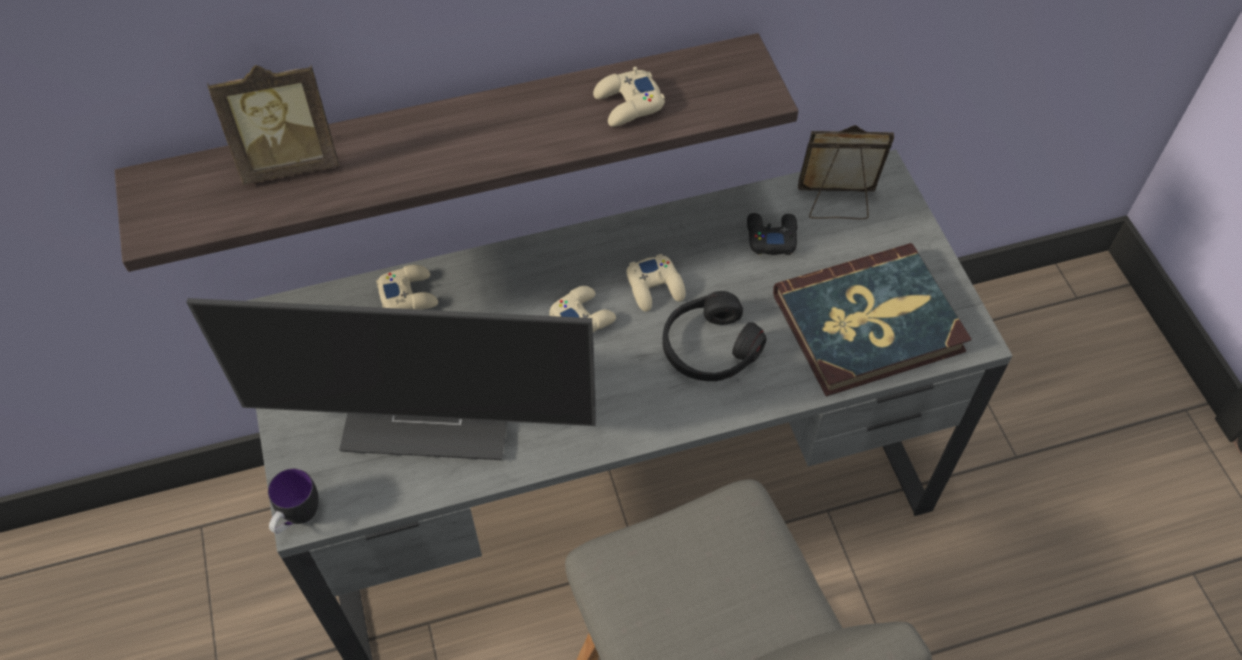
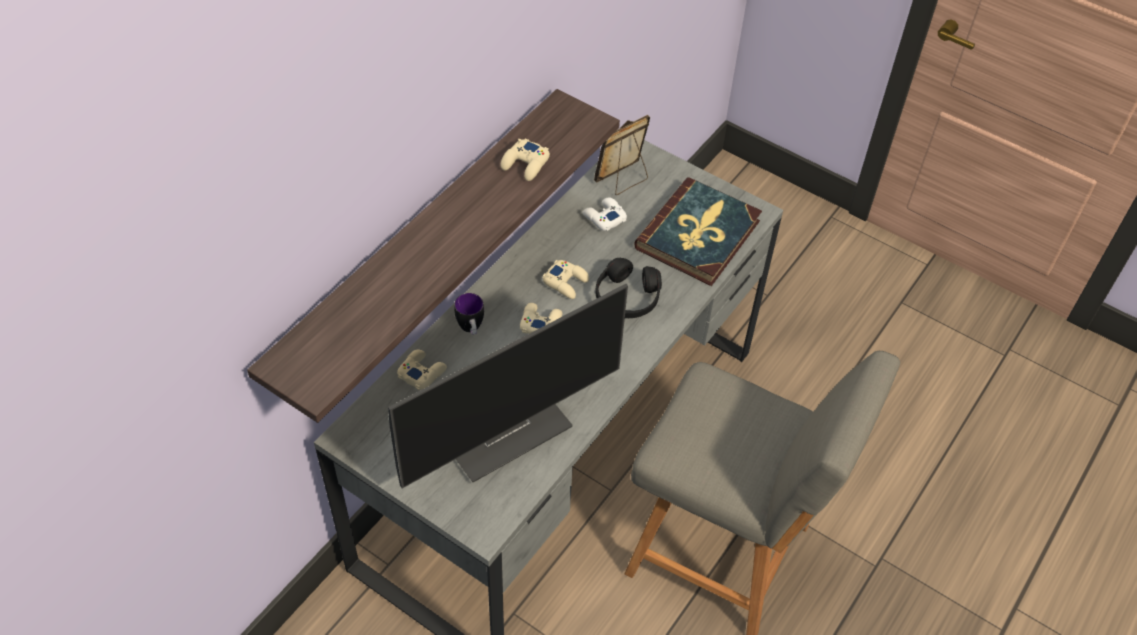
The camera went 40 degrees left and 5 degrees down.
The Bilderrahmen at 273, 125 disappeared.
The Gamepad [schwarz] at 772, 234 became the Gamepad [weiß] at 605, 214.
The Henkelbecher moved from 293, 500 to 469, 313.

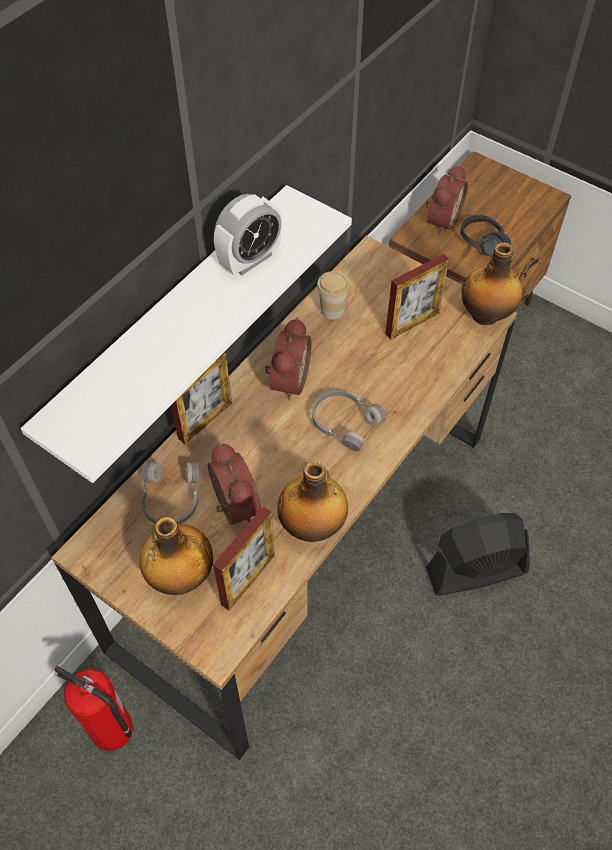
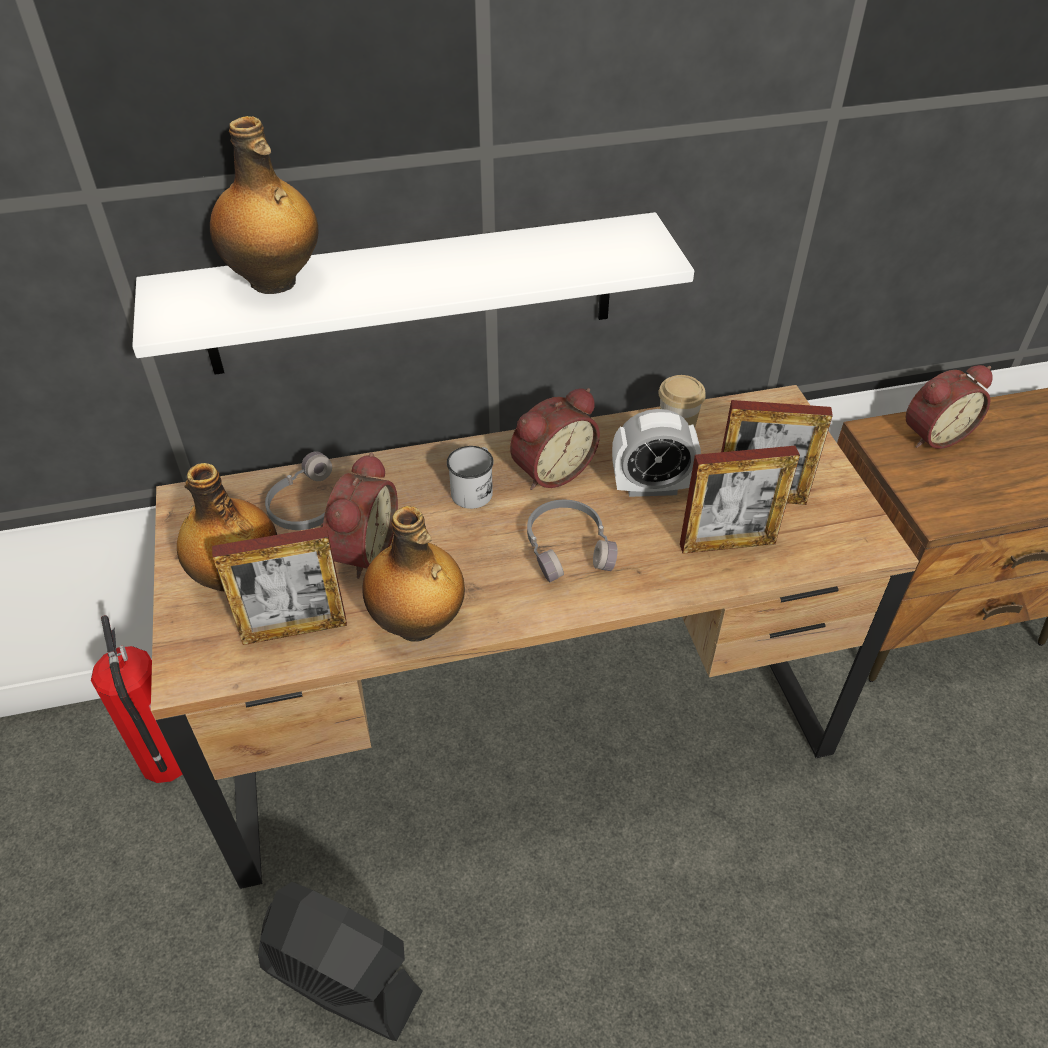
The camera went 40 degrees right and 10 degrees down.
The Wecker moved from 248, 234 to 656, 453.
The Kopfhörer [schwarz] at 485, 235 disappeared.
The Flasche moved from 492, 283 to 264, 205.
The Bilderrahmen moved from 201, 398 to 740, 500.
The Ventilator [schwarz] moved from 478, 554 to 340, 961.
The Henkelbecher [weiß] at 470, 477 appeared.

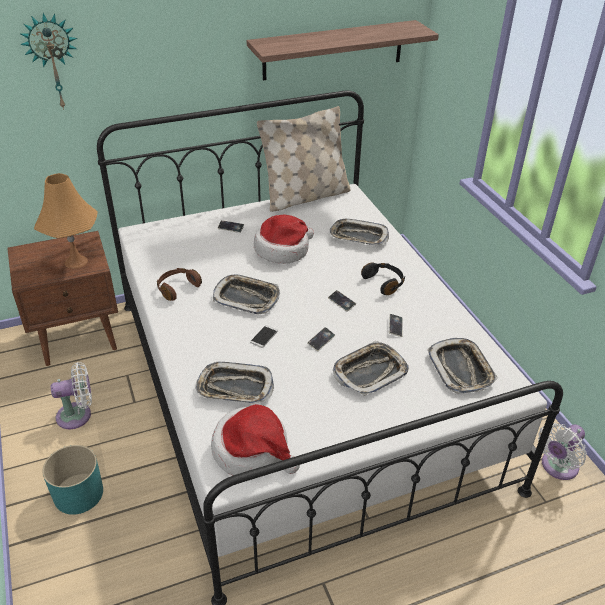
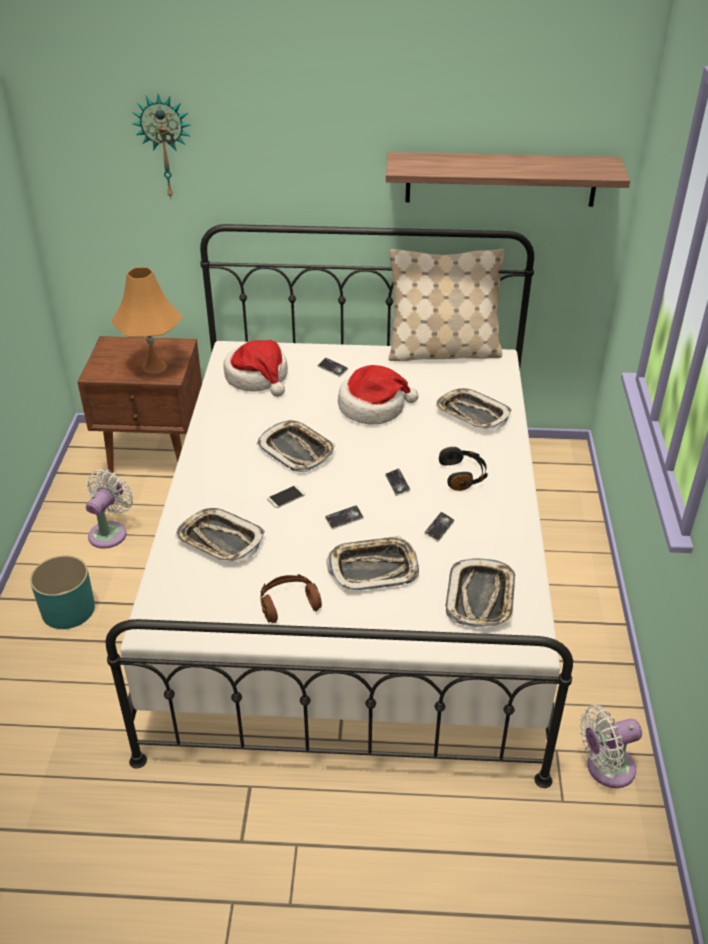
The camera went 25 degrees right and 0 degrees up.
The Kopfhörer [braun] moved from 179, 284 to 291, 598.
The Ventilator [weiß] at 71, 395 turned 75 degrees counterclockwise.
The Hut moved from 255, 439 to 255, 368.

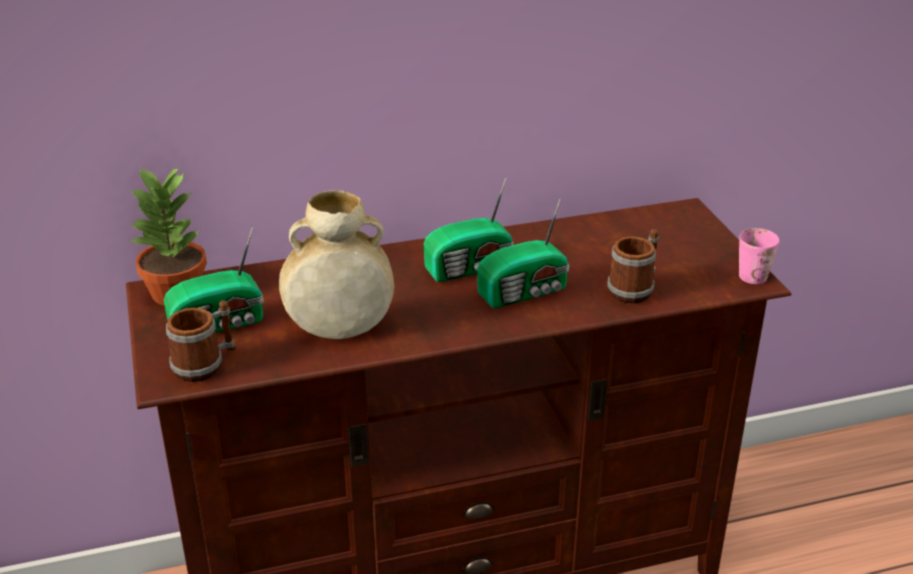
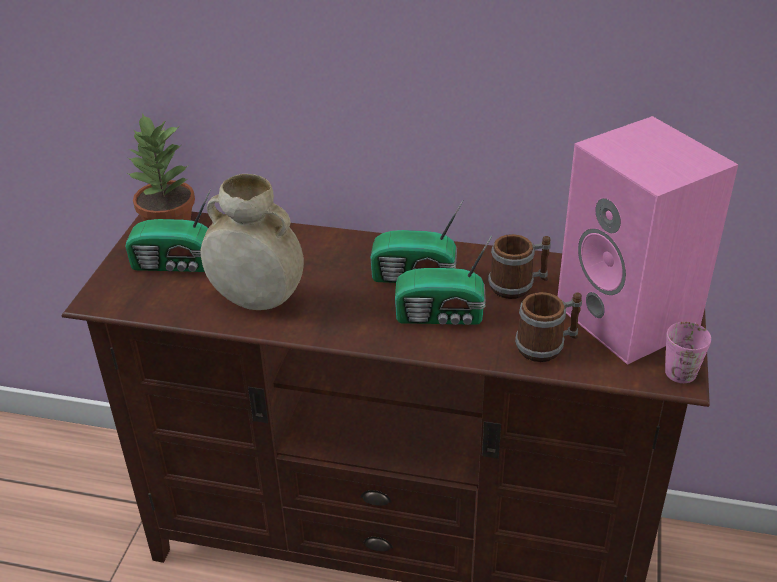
The camera went 30 degrees right and 5 degrees up.
The Henkelbecher moved from 201, 341 to 519, 266.
The Lautsprecher [rosa] at 647, 240 appeared.

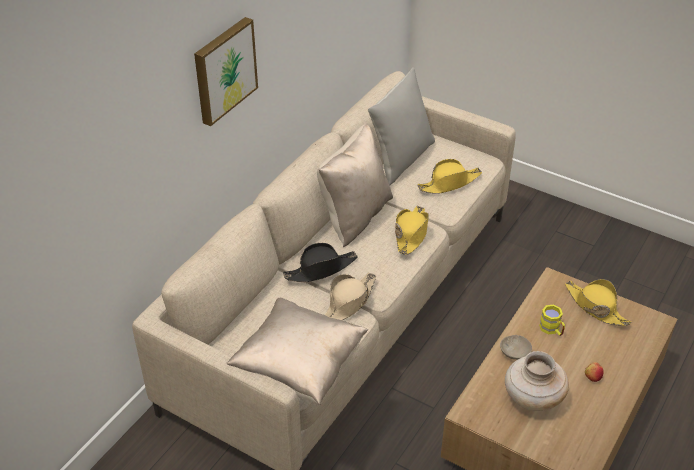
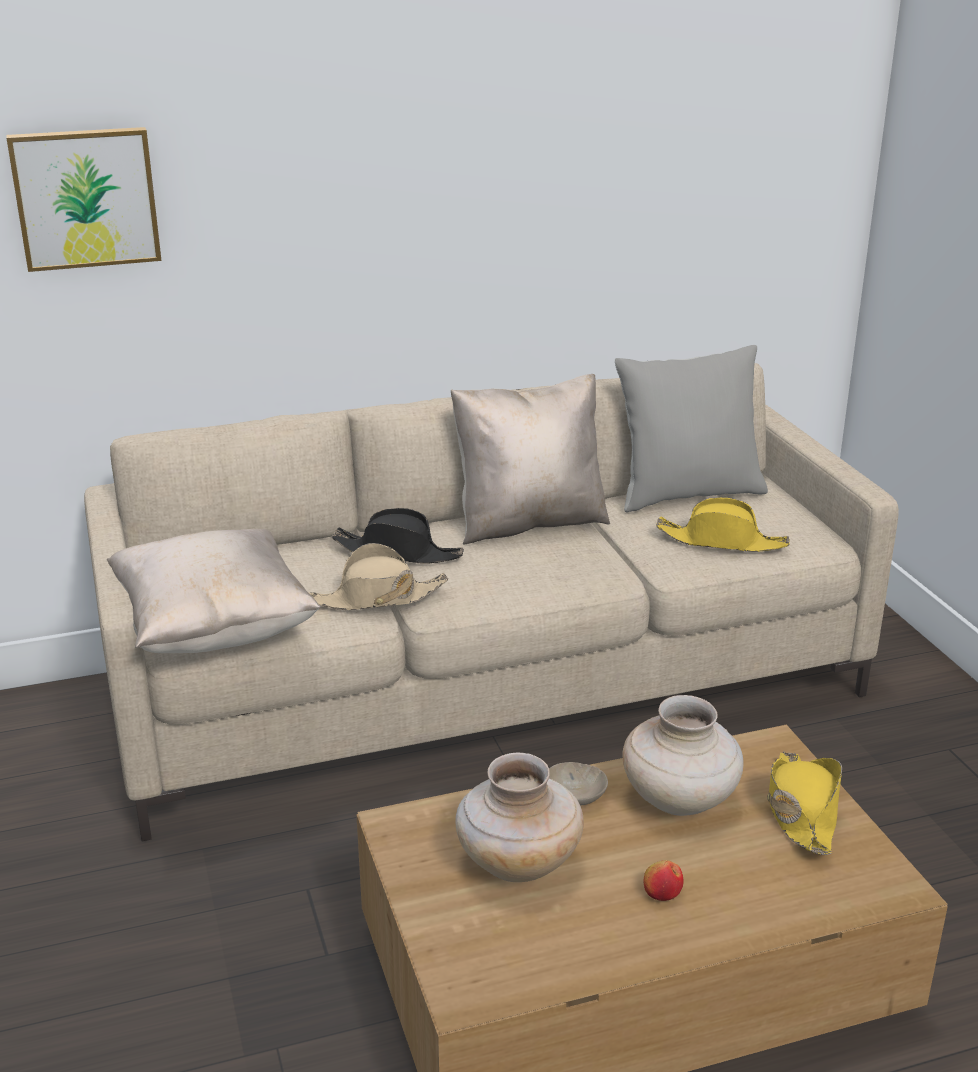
The camera went 40 degrees right and 15 degrees down.
The Bild moved from 226, 71 to 84, 199.
The Hut [gelb] at 412, 230 disappeared.
The Henkelbecher [gelb] at 552, 320 was replaced by the Vase [beige] at 683, 755.

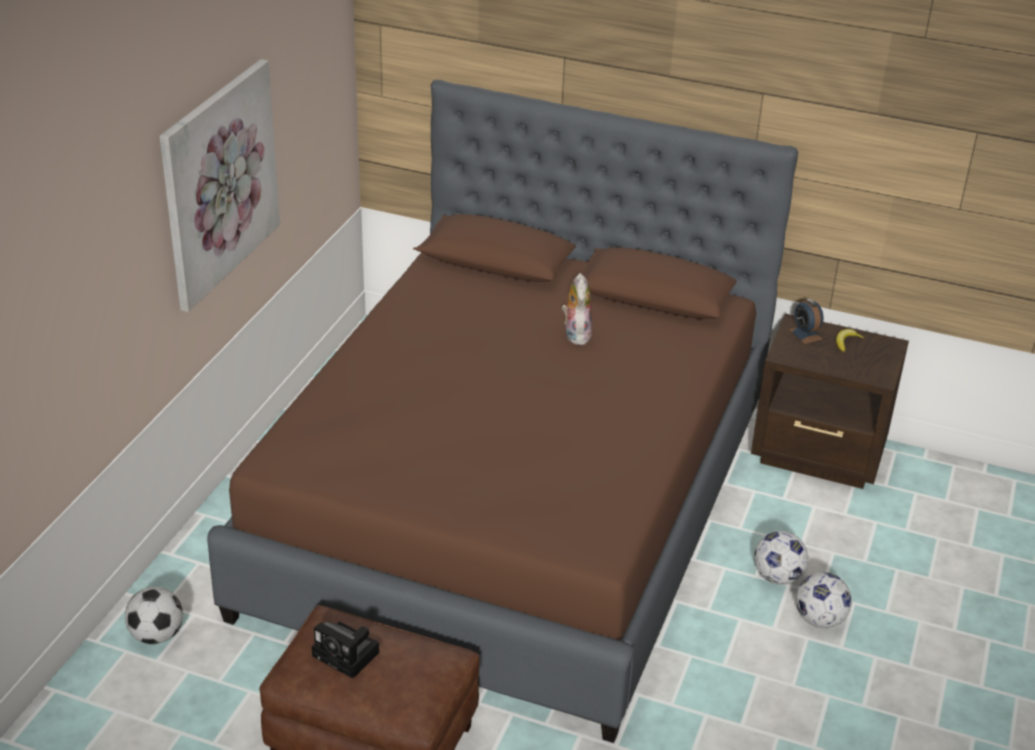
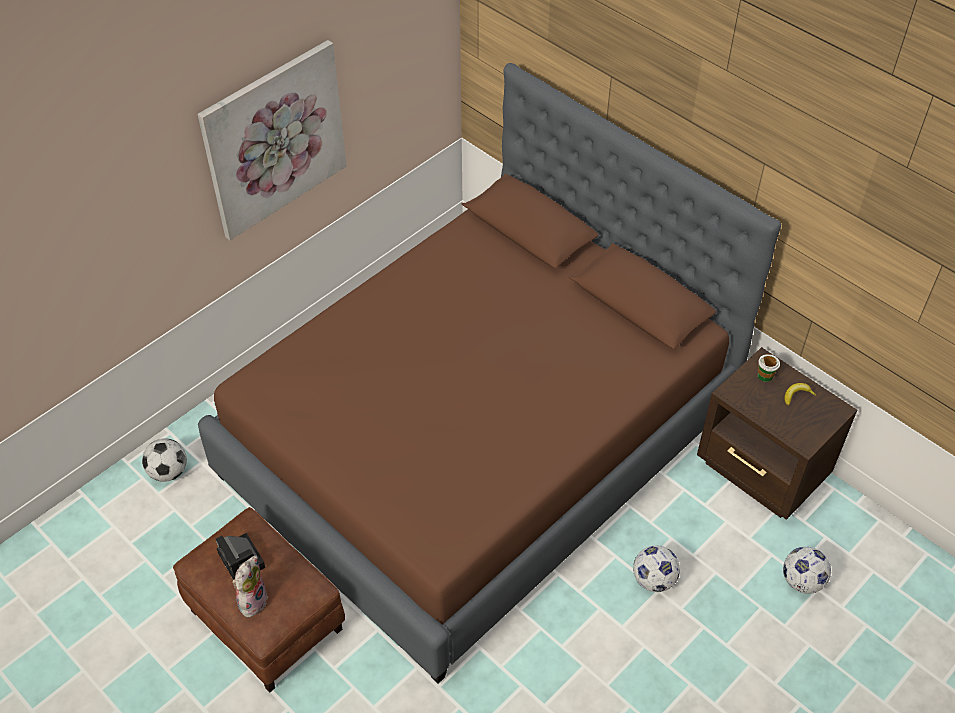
The camera went 25 degrees right and 15 degrees up.
The Plüschtier moved from 577, 309 to 250, 586.
The Wecker at 806, 321 was replaced by the Tasse at 769, 368.
The Fußball moved from 824, 600 to 807, 570.

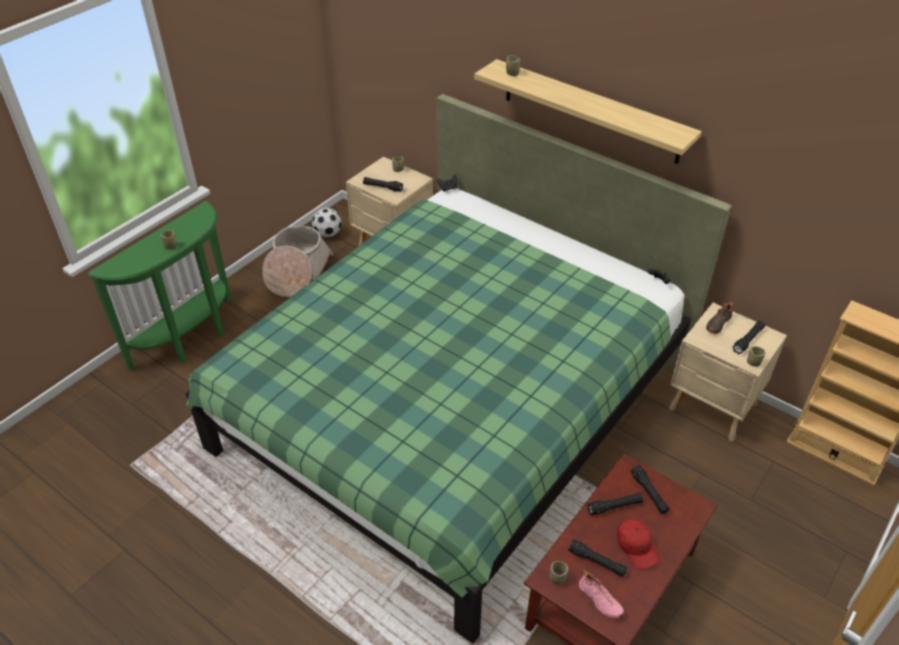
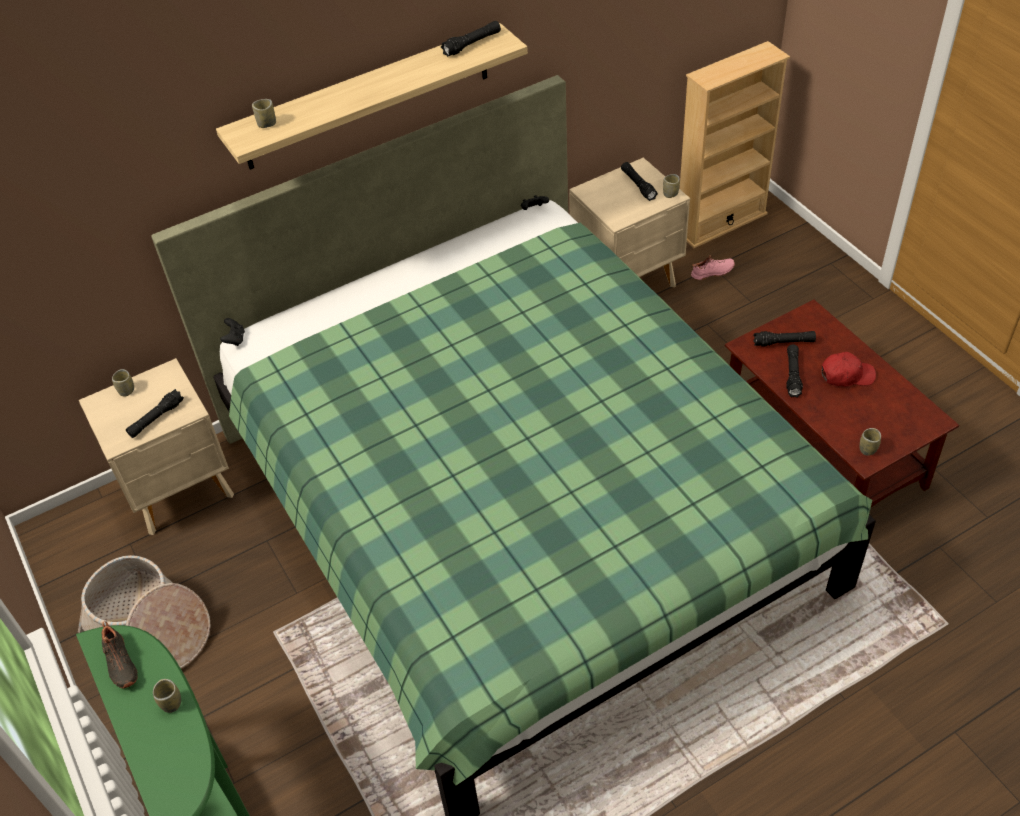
The camera went 65 degrees left and 5 degrees up.
The Fußball at 327, 222 disappeared.
The Schuh [schwarz] moved from 720, 317 to 120, 655.
The Taschenlampe [schwarz] moved from 597, 558 to 471, 39.
The Schuh [rosa] moved from 601, 594 to 713, 267.

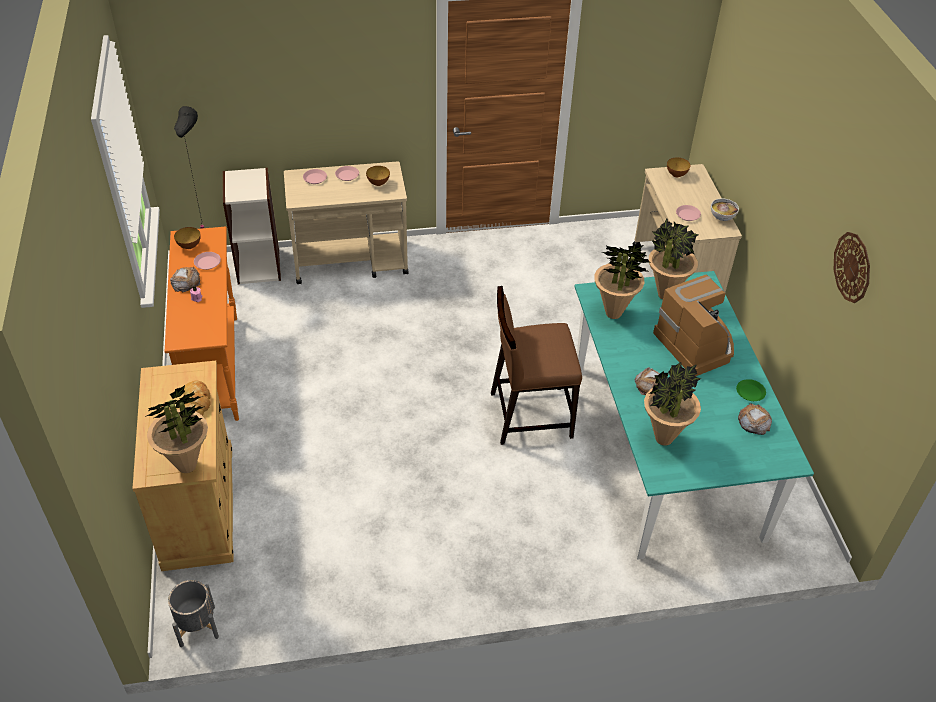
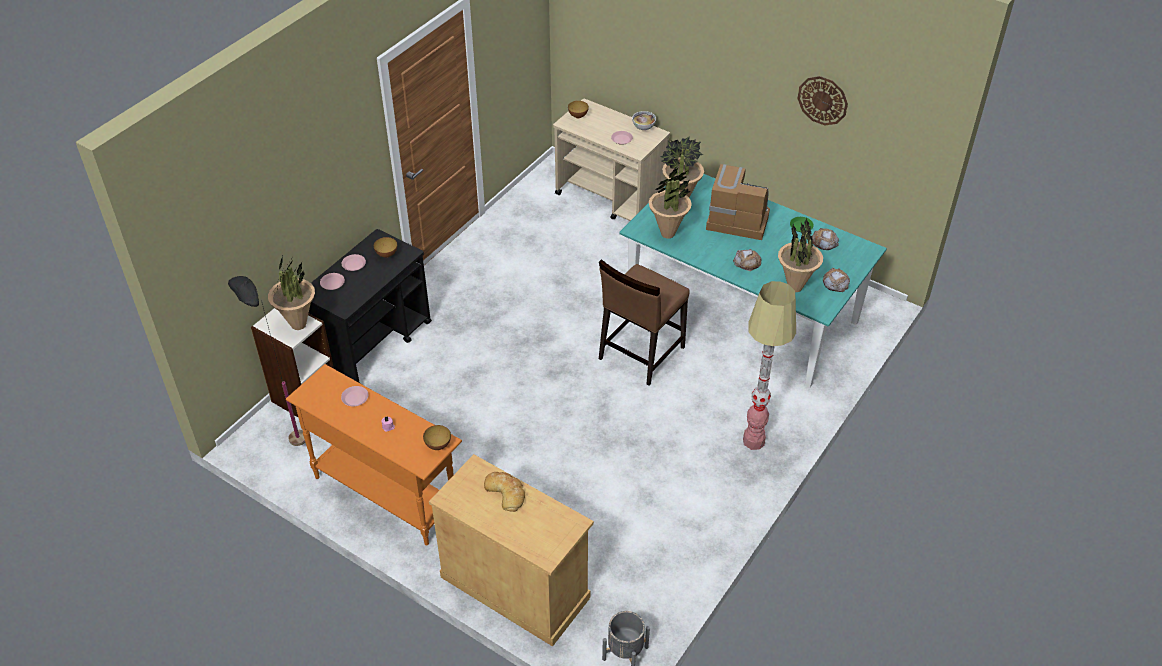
The camera went 45 degrees left and 0 degrees up.
The Rollwagen [beige] at 346, 223 became the Rollwagen [schwarz] at 370, 306.
The Schüssel moved from 187, 238 to 437, 437.
The Brot moved from 185, 279 to 836, 280.
The Topfpflanze moved from 176, 429 to 291, 292.
The Stehlampe at 769, 365 appeared.

